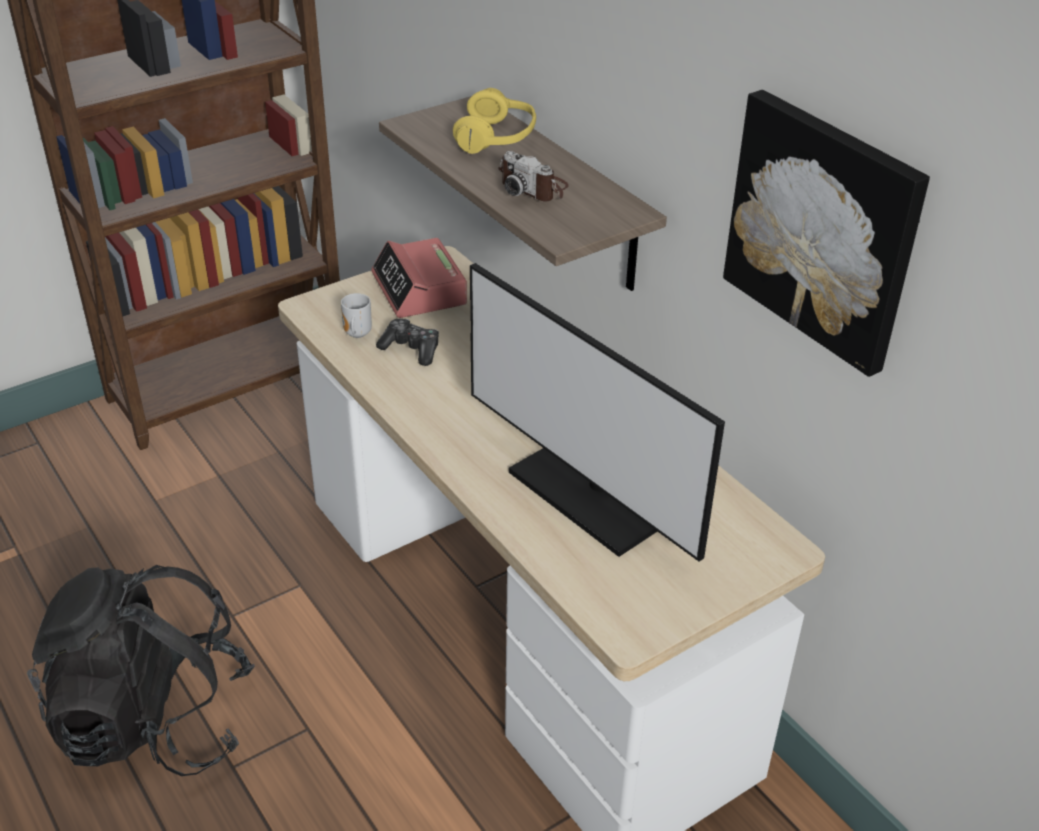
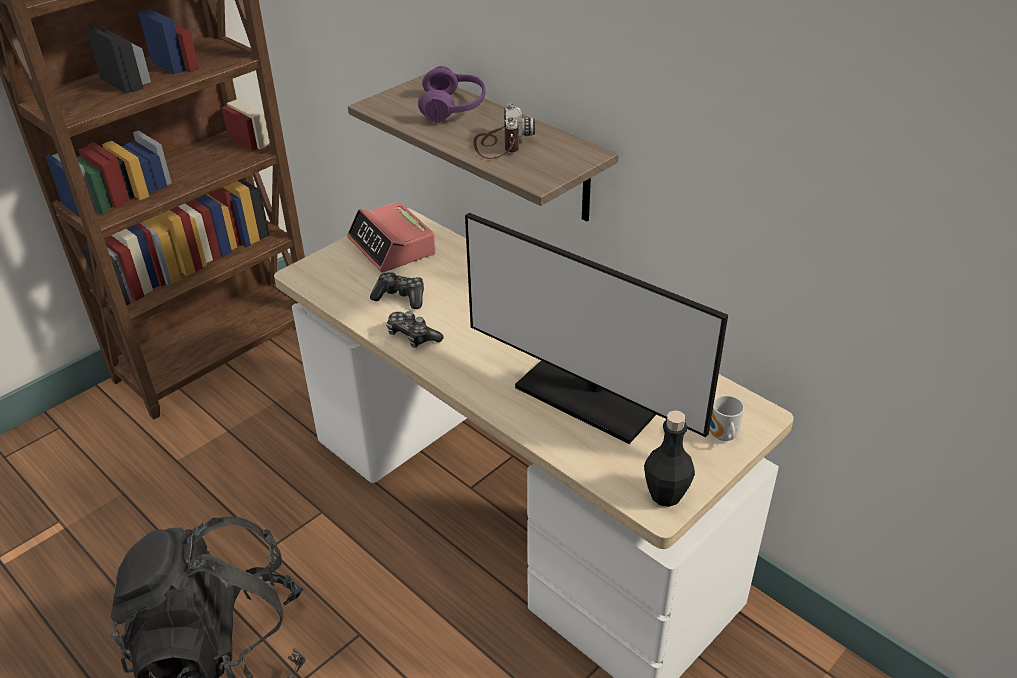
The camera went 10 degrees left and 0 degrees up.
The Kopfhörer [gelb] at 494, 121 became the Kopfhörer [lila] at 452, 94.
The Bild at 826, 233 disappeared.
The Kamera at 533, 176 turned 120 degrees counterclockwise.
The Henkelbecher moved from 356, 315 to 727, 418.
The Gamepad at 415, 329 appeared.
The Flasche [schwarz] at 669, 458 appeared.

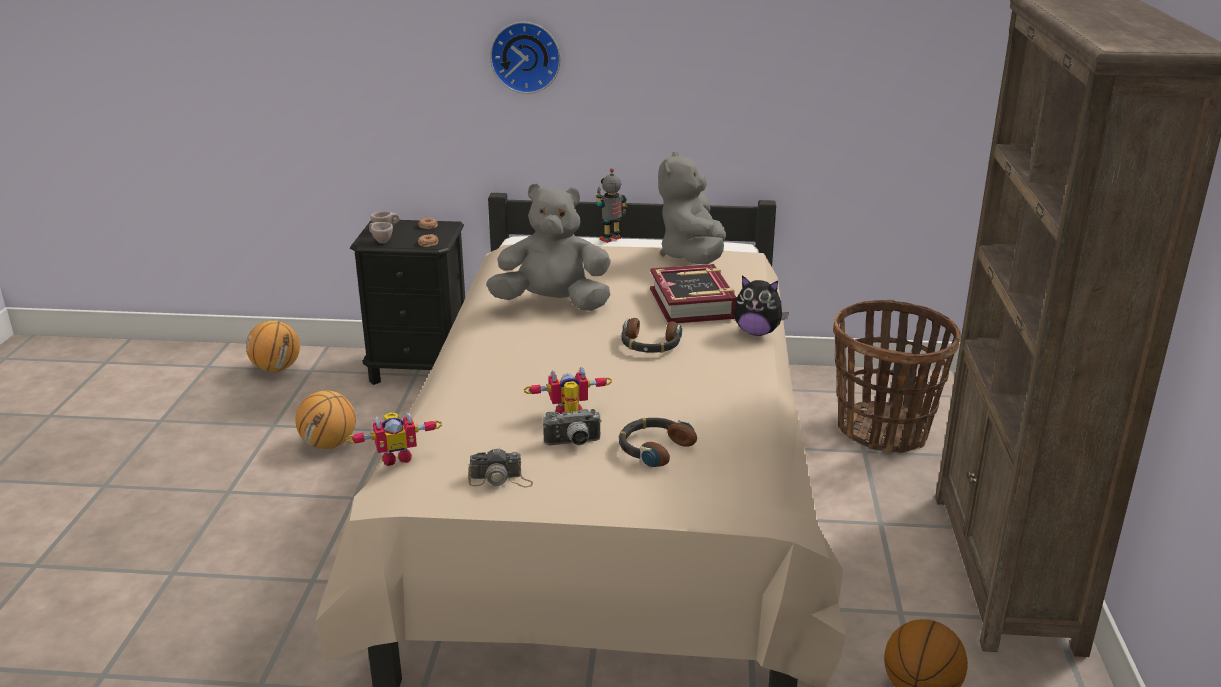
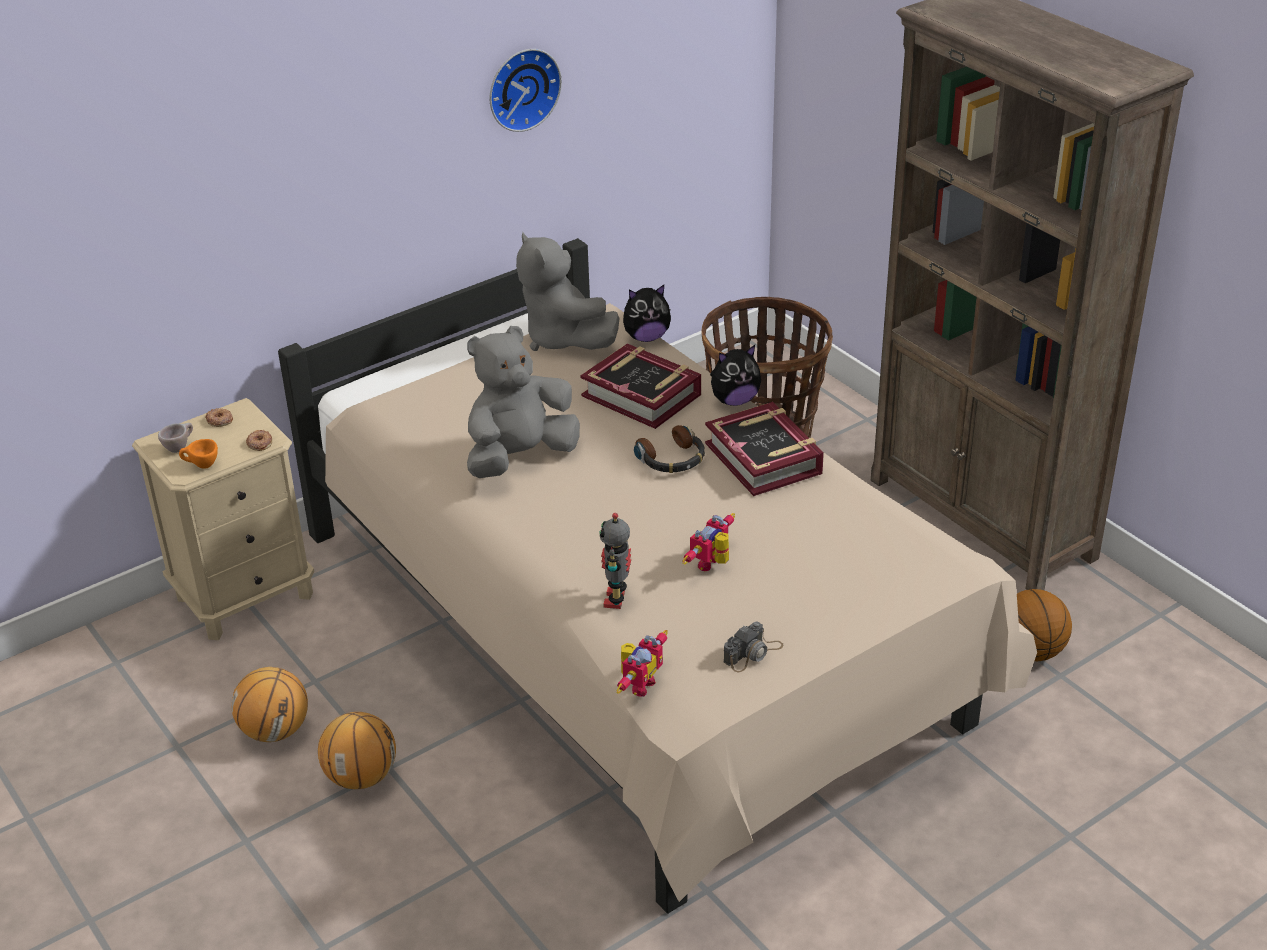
The camera went 40 degrees left and 10 degrees up.
The Wanduhr moved from 525, 58 to 526, 90.
The Spielzeugroboter moved from 612, 205 to 615, 561.
The Nachttisch [schwarz] at 407, 302 became the Nachttisch [beige] at 223, 519.
The Tasse [beige] at 381, 233 became the Tasse [orange] at 198, 454.
The Basketball moved from 273, 346 to 357, 750.
The Kamera at 572, 427 disappeared.
The Kopfhörer at 658, 443 disappeared.
The Plüschtier at 647, 313 appeared.
The Buch at 764, 449 appeared.

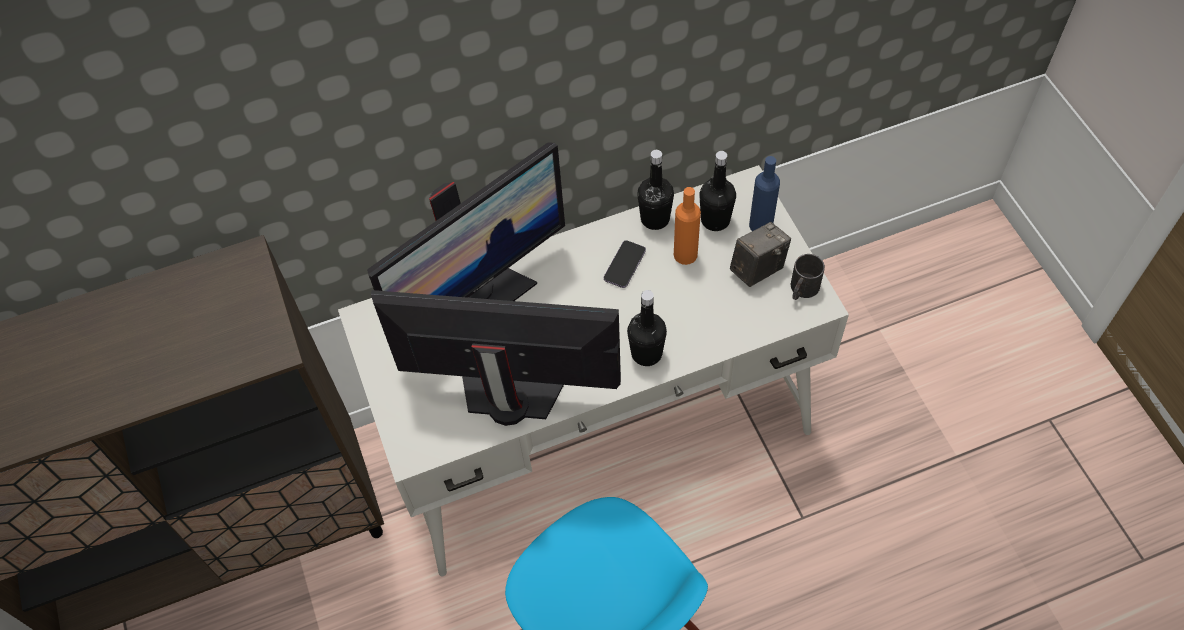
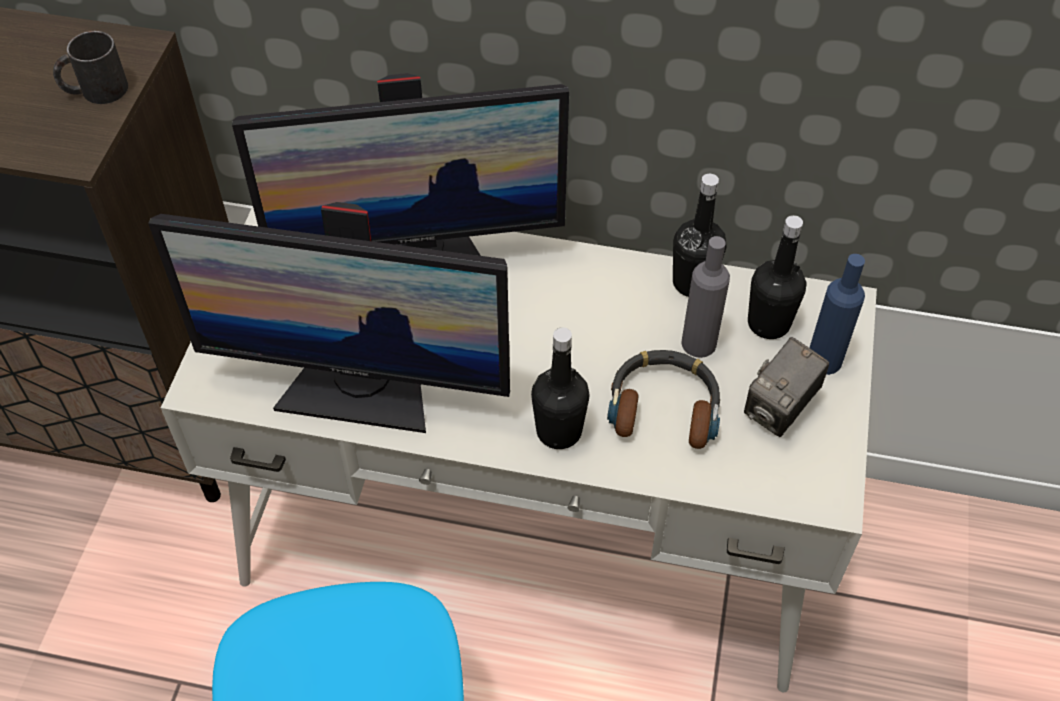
The camera went 30 degrees right and 5 degrees down.
The Flasche [orange] at 687, 226 became the Flasche [grau] at 706, 297.
The Kamera at 760, 254 turned 135 degrees clockwise.
The Handy at 625, 264 disappeared.
The Henkelbecher [schwarz] moved from 808, 277 to 90, 67.
The Monitor at 496, 358 turned 150 degrees clockwise.
The Kopfhörer at 663, 399 appeared.

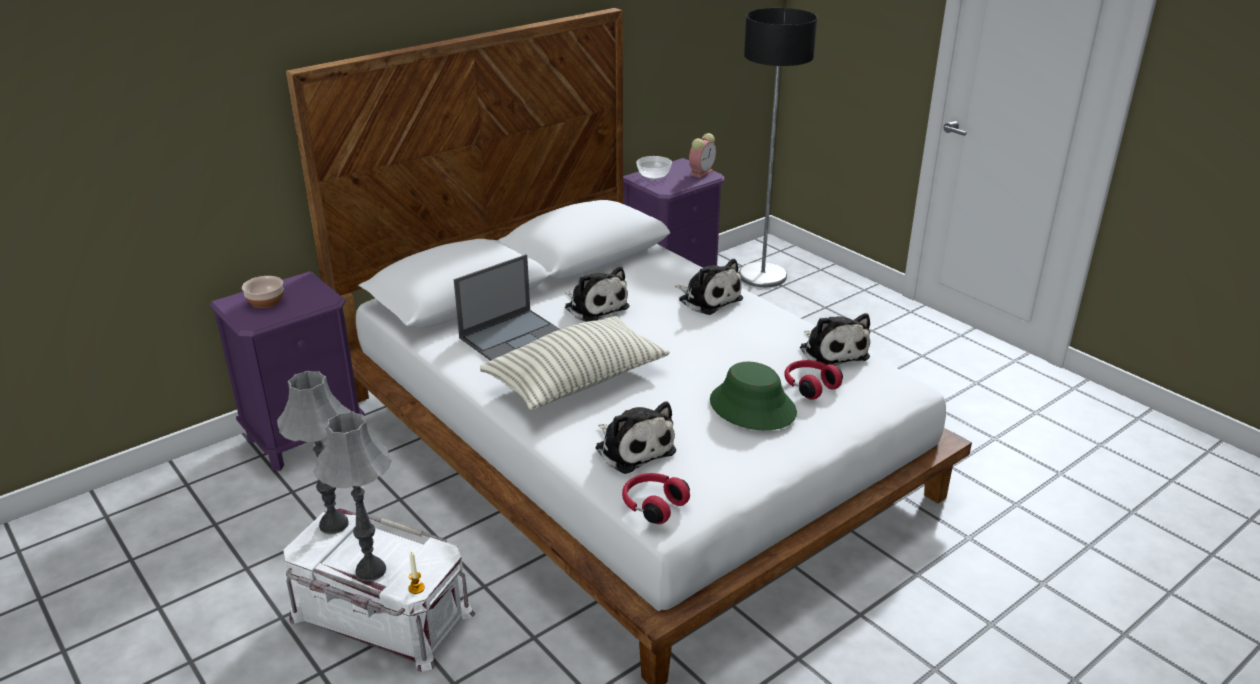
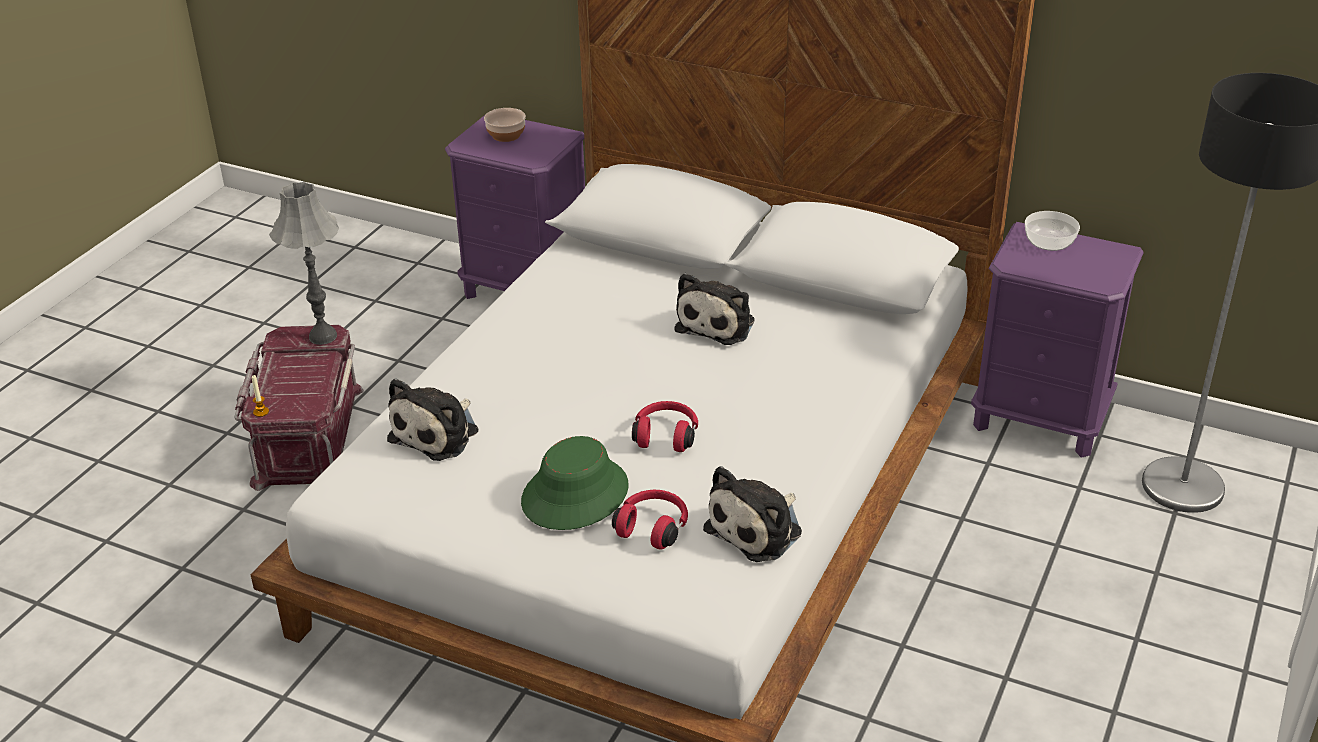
The camera went 65 degrees right and 5 degrees up.
The Wecker at 702, 155 disappeared.
The Laptop at 507, 307 disappeared.
The Plüschtier at 709, 287 disappeared.
The Kissen at 575, 363 disappeared.
The Tischlampe [grau] at 352, 496 disappeared.
The Kopfhörer [rot] moved from 656, 498 to 665, 426.
The Aufbewahrungsbox [weiß] at 379, 590 became the Aufbewahrungsbox [rot] at 299, 408.

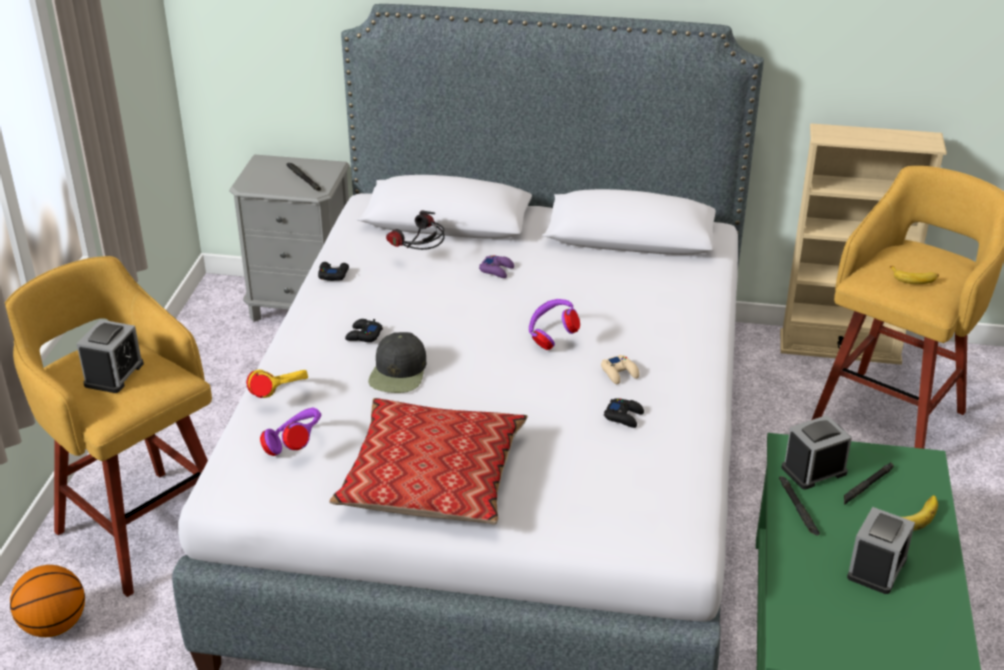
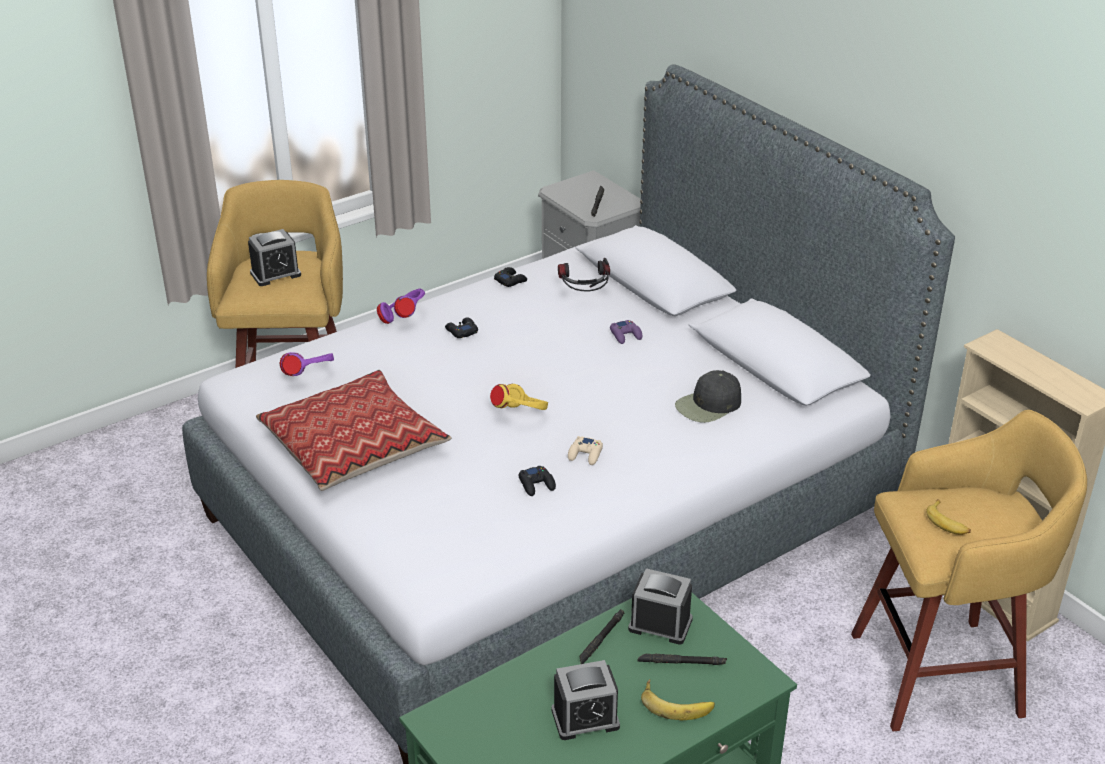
The camera went 45 degrees right and 0 degrees up.
The Kopfhörer [lila] moved from 554, 324 to 401, 306.
The Kappe [schwarz] moved from 397, 362 to 708, 396.
The Kopfhörer [gelb] moved from 277, 384 to 519, 397.
The Basketball at 47, 601 disappeared.

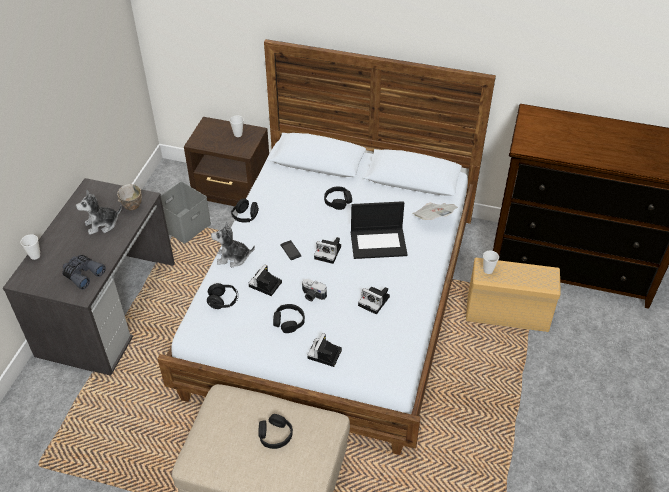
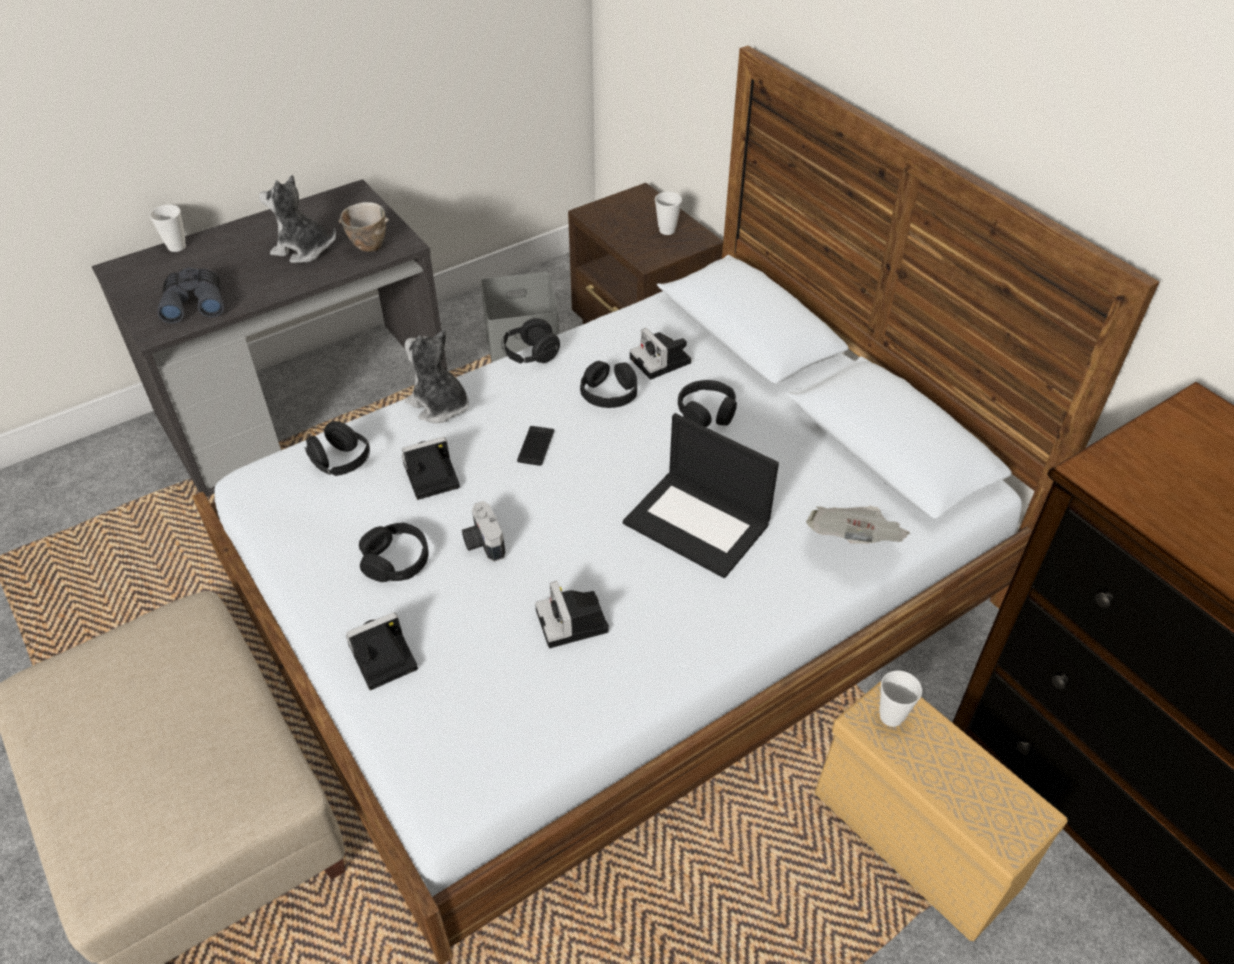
The camera went 40 degrees right and 0 degrees up.
The Kamera moved from 327, 250 to 660, 354.
The Kopfhörer [schwarz] moved from 275, 431 to 608, 384.

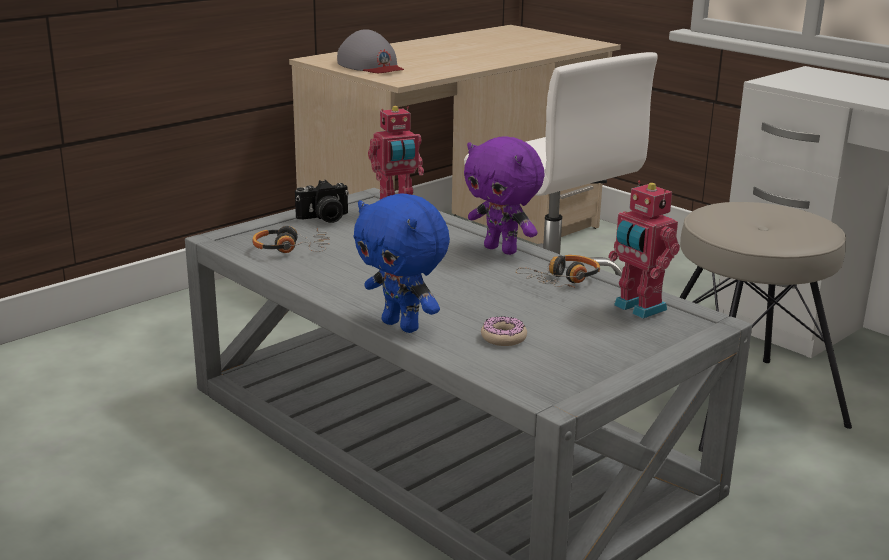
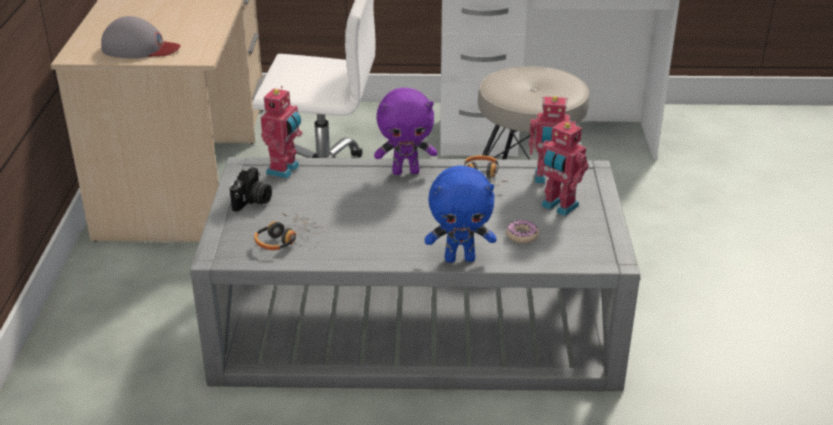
The camera went 45 degrees left and 10 degrees up.
The Spielzeugroboter at 562, 168 appeared.

